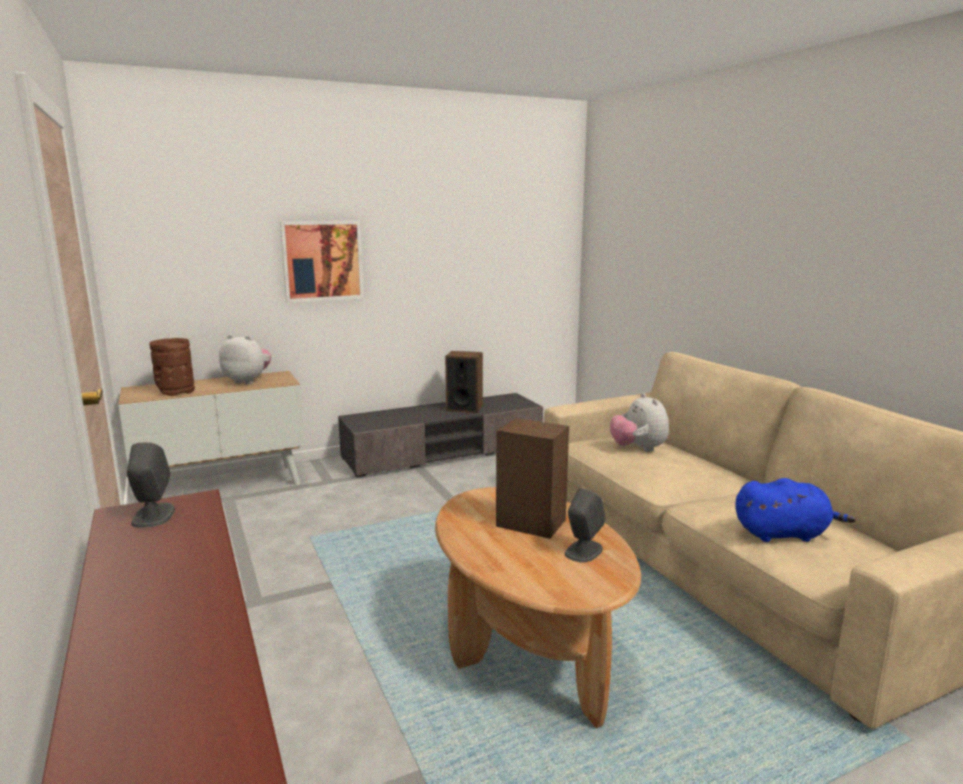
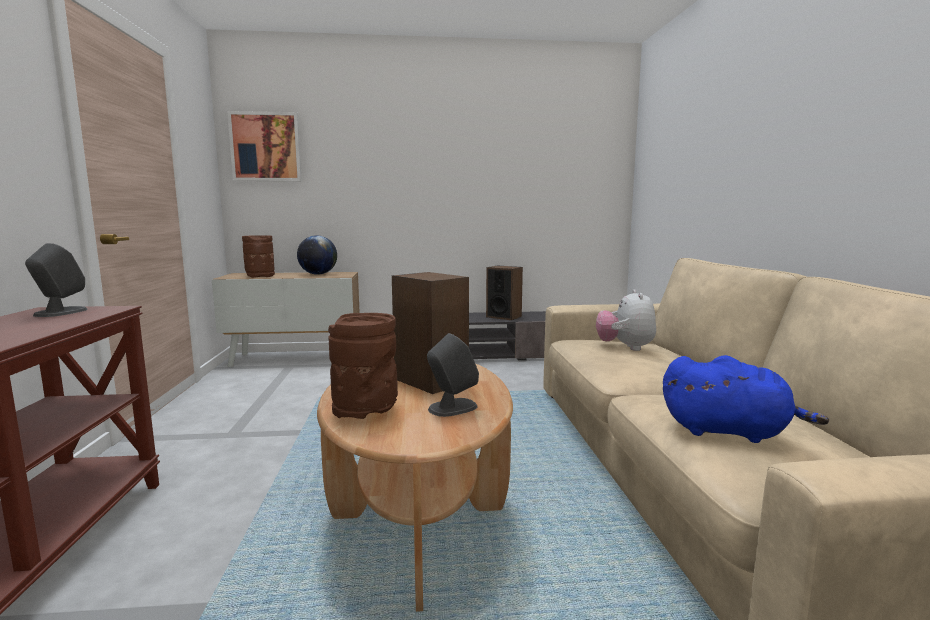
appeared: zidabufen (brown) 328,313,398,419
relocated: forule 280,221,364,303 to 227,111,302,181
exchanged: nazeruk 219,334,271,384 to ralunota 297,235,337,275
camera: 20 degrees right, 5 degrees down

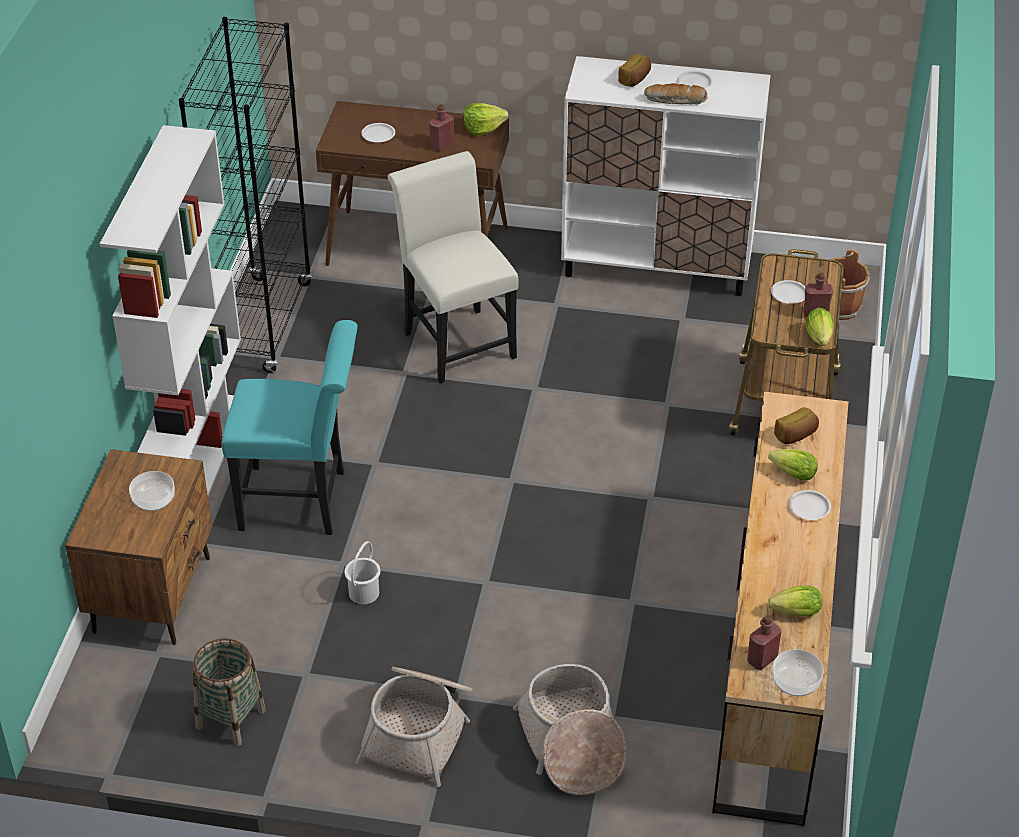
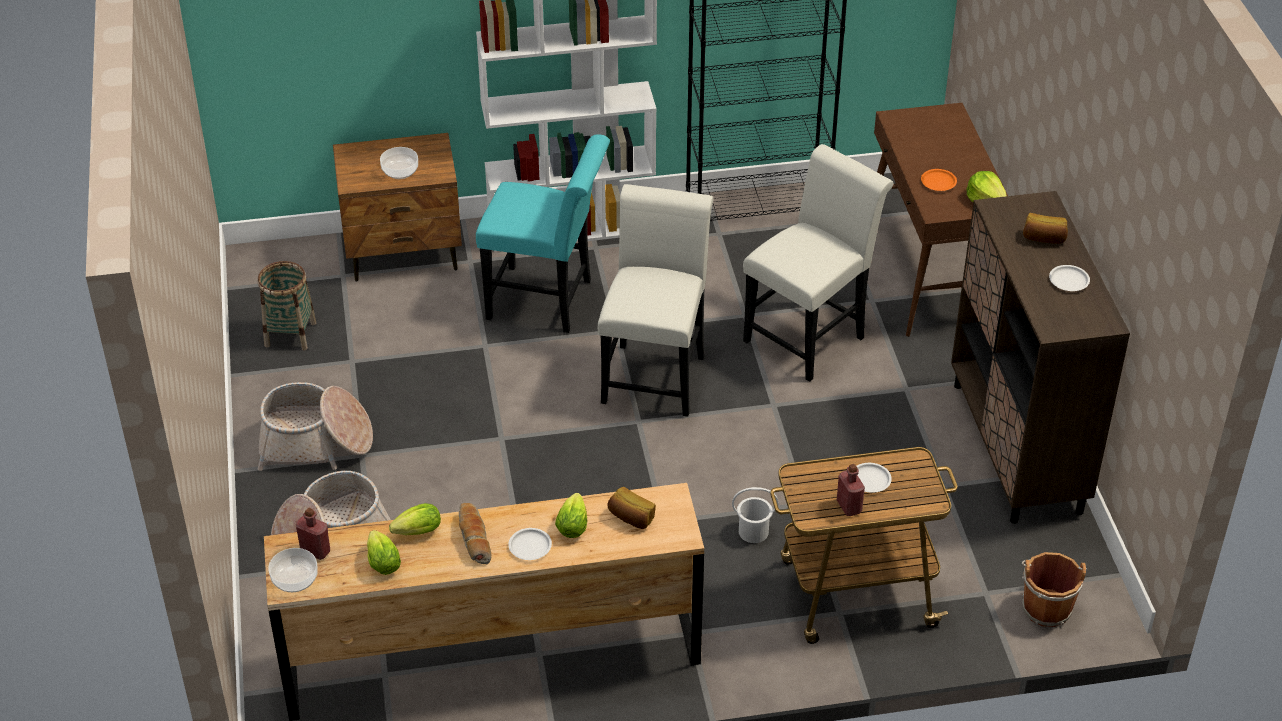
missing: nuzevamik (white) 361,123,395,142
appeared: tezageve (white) 598,184,713,417
relocated: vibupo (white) 344,541,381,604 to 732,487,779,543; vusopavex 644,83,708,105 to 459,503,491,564; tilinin 805,308,834,346 to 389,503,441,535
exchanged: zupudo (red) 429,104,454,151 to nuzevamik (orange) 921,169,957,191
colour: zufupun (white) 561,56,771,296 to zufupun (brown) 951,191,1130,524
spun: tezageve (turquoise) 222,320,358,535 = 476,134,610,333 60 degrees counterclockwise
camera: 70 degrees right, 0 degrees up

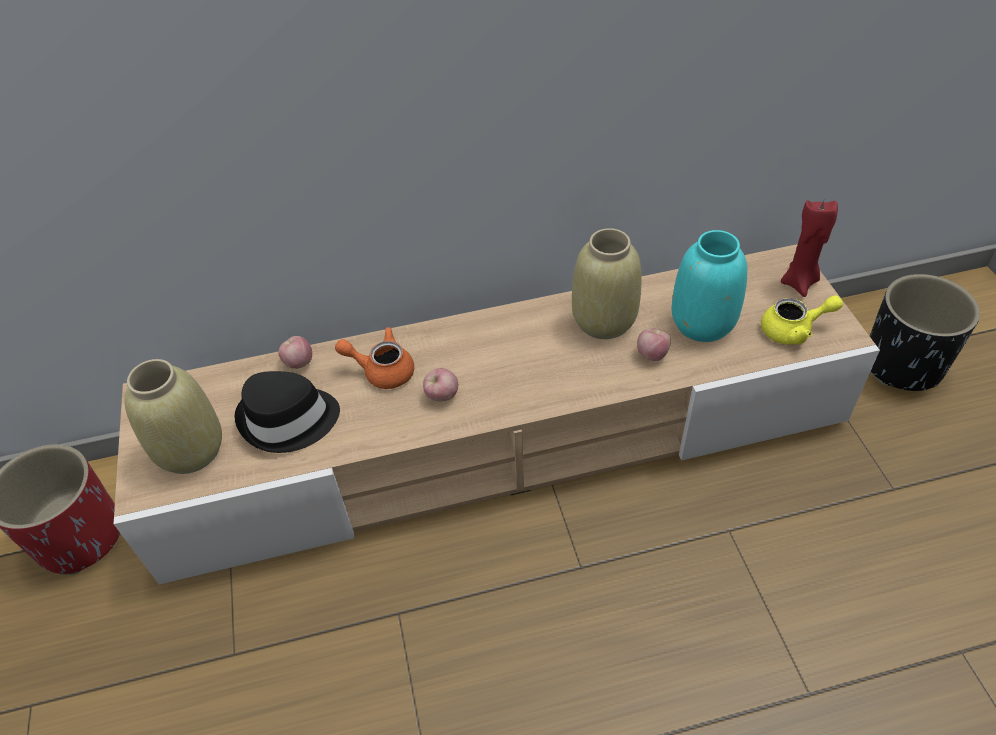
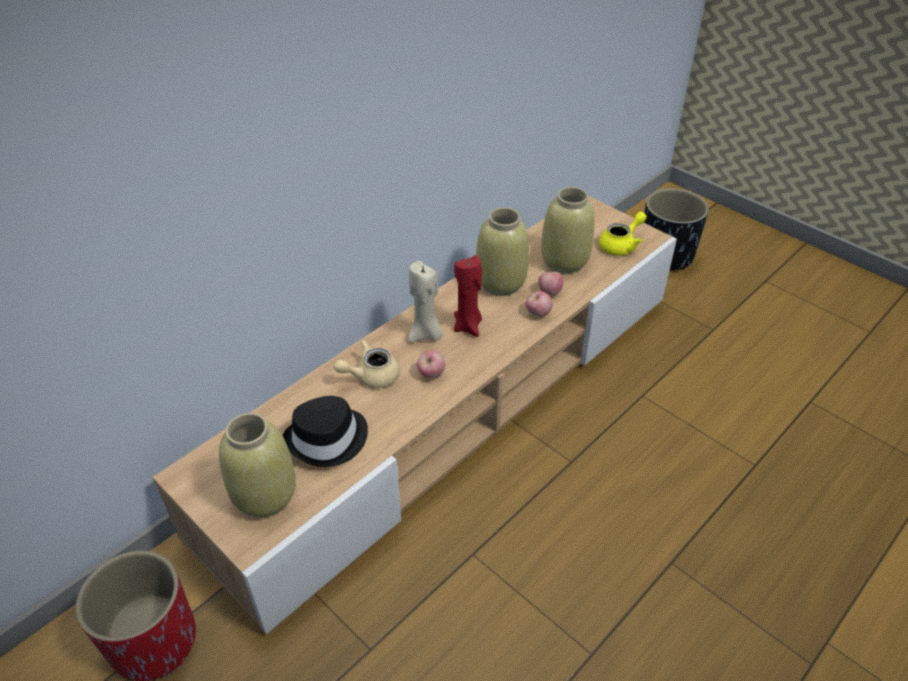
appeared: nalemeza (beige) 408,261,443,342
relocated: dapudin 278,336,312,369 to 526,291,553,317; nalemeza (red) 781,200,838,297 to 454,255,482,337
colour: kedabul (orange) 335,327,414,389 to kedabul (beige) 334,340,400,388; zidabufen (turquoise) 671,230,747,342 to zidabufen (beige) 541,187,595,273
camera: 35 degrees left, 5 degrees down

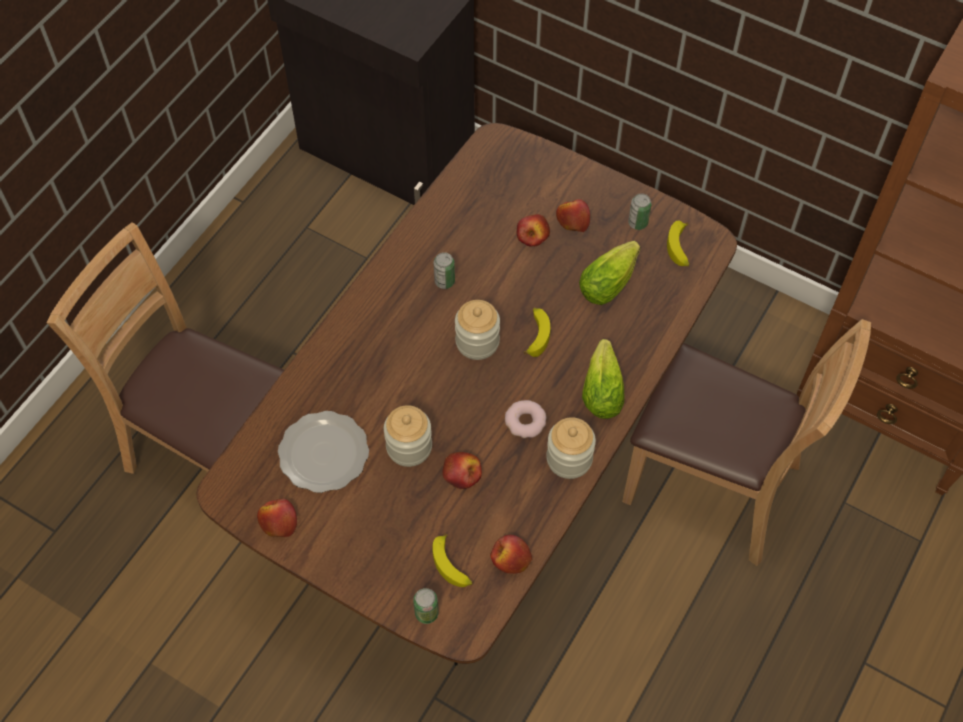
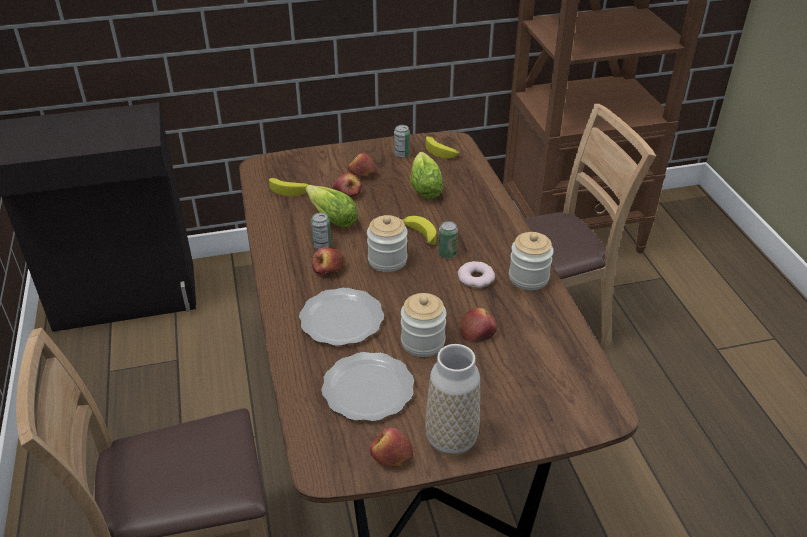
appeared: nuzevamik 299,288,384,346; zidabufen 425,344,480,456
relocated: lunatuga 413,588,439,624 to 438,221,458,259; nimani 432,533,472,587 to 269,177,309,196; dapudin 490,535,532,574 to 311,247,346,275; tilinin 582,339,625,419 to 306,185,359,227
camera: 45 degrees left, 20 degrees down

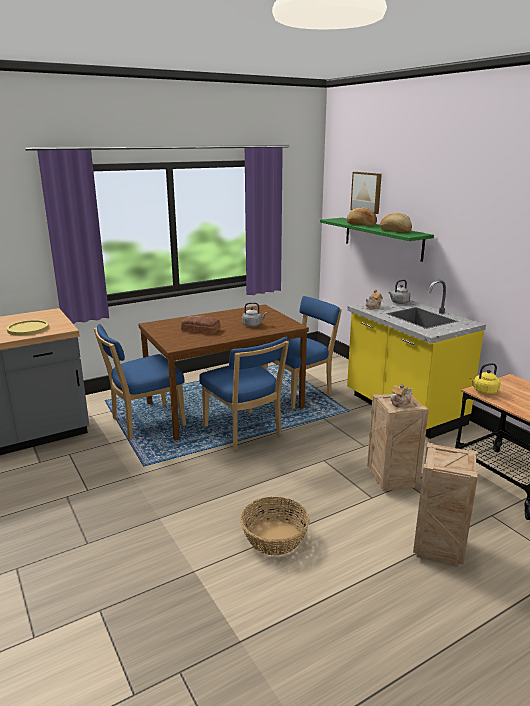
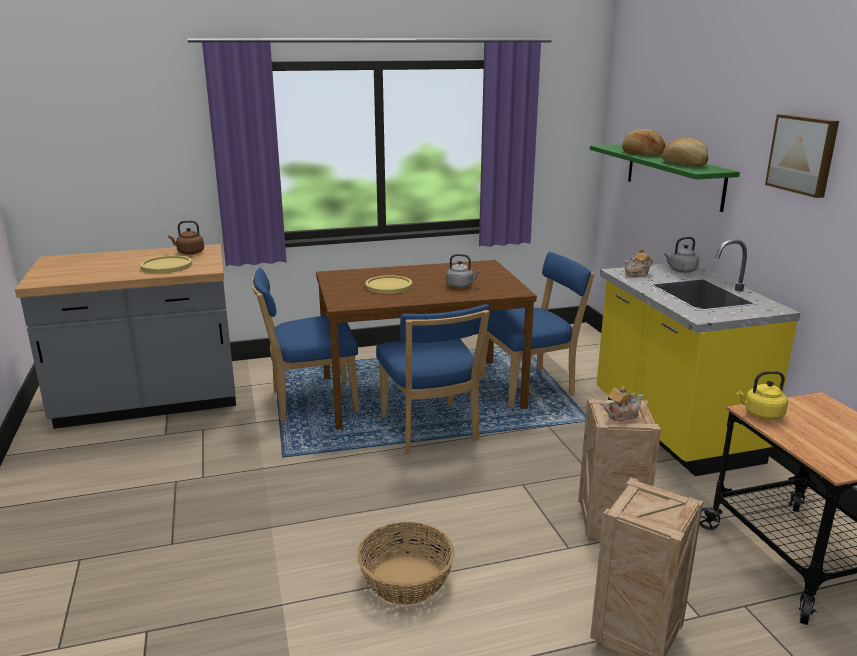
appeared: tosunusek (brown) 168,220,204,255
relocated: forule 350,172,382,214 to 765,114,839,198
exchanged: vusopavex 181,315,221,334 to nuzevamik (yellow) 365,275,412,294
camera: 15 degrees right, 0 degrees up

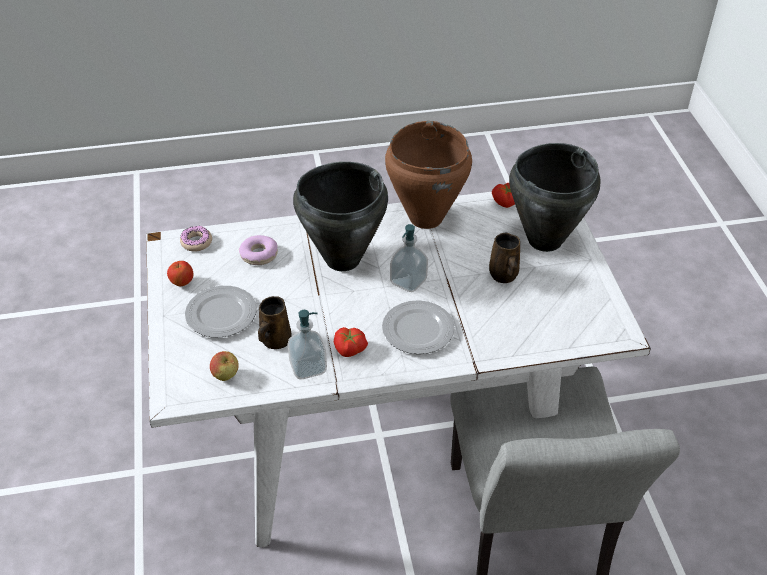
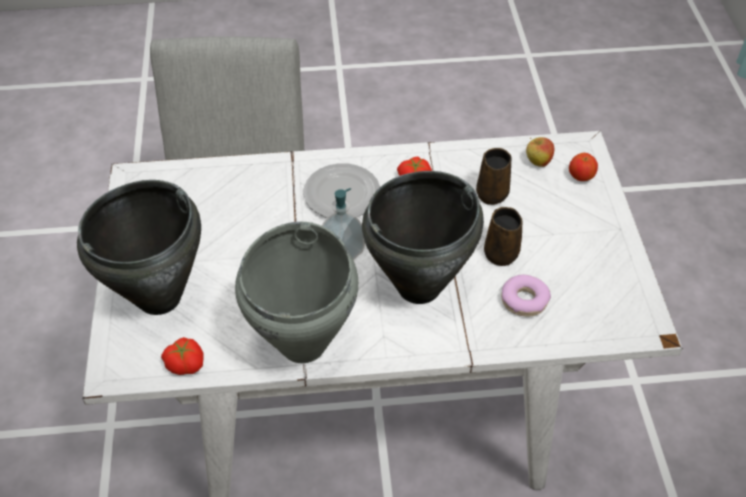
missing: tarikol 180,226,212,252; nuzevamik 185,286,257,338; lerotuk 288,310,327,379
relocated: dapudin 167,261,193,287 to 569,153,598,181; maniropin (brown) 489,233,520,283 to 484,207,523,266
colour: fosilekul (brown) 385,121,472,229 to fosilekul (grey) 235,222,358,363
camera: 175 degrees left, 5 degrees up

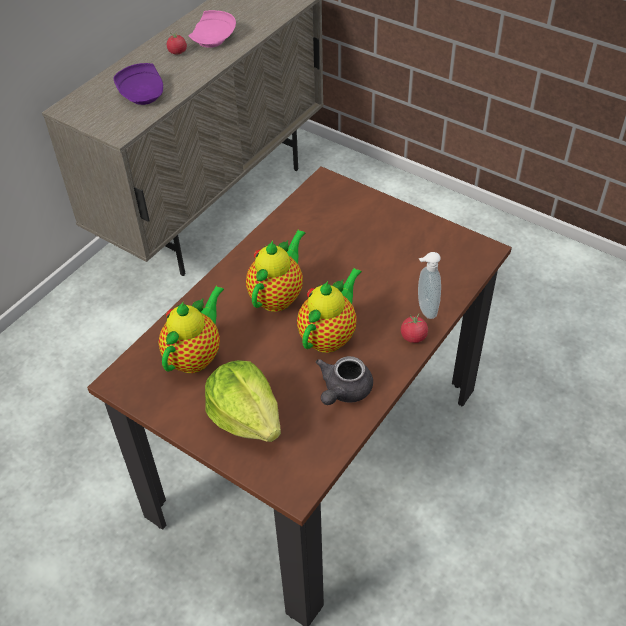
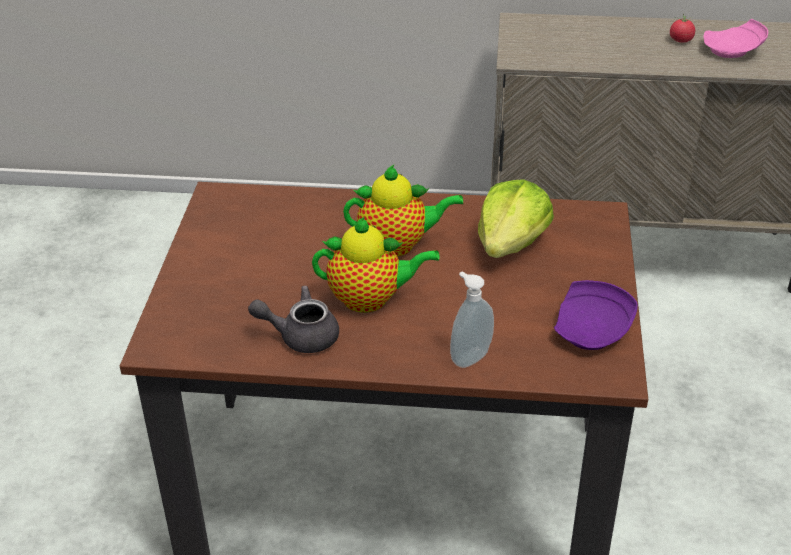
missing: kedabul 158,286,224,373; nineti 401,314,428,343
relocated: nuzevamik (purple) 113,63,163,105 to 554,280,638,350; tilinin 205,360,281,442 to 478,179,554,258
camera: 60 degrees right, 10 degrees down

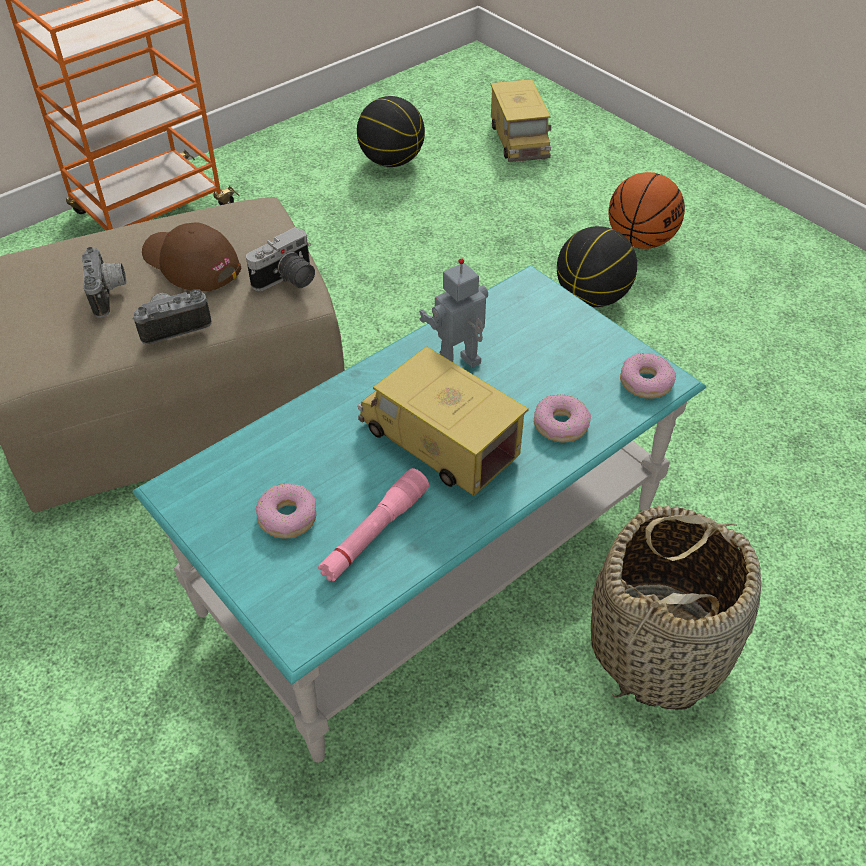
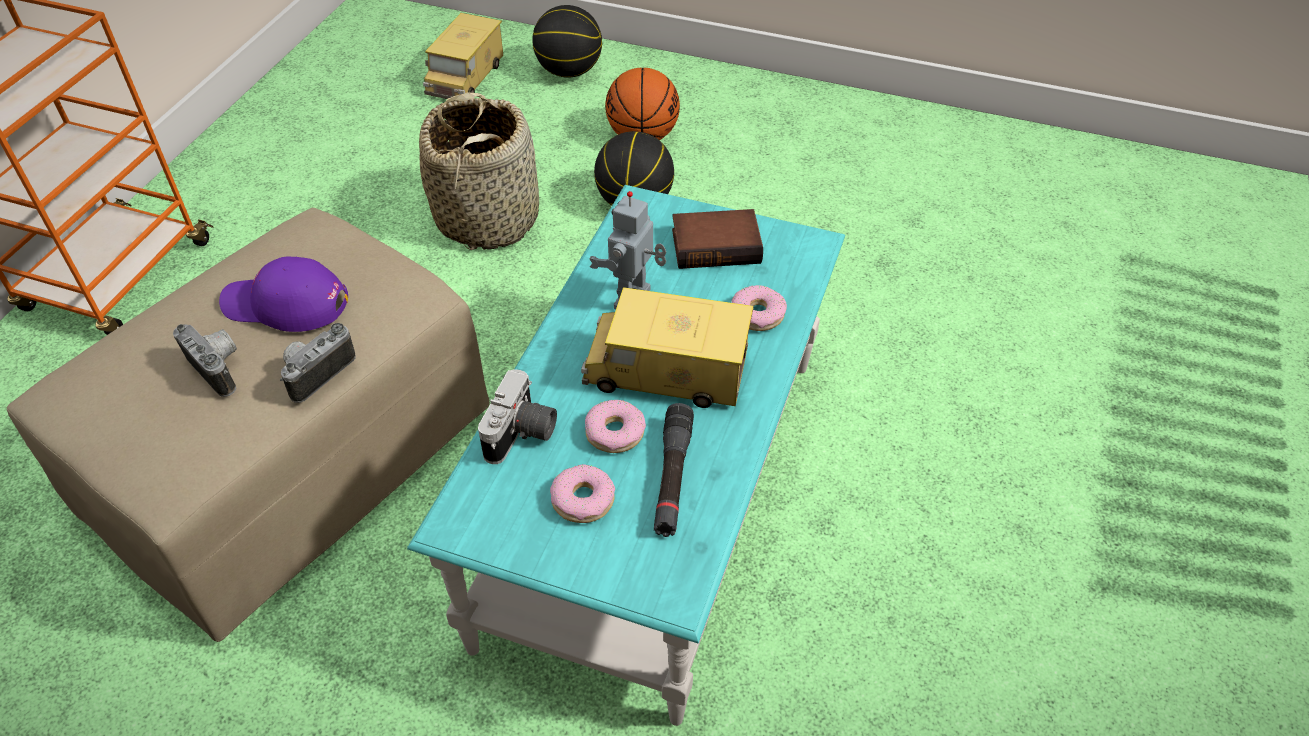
appeared: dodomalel 672,209,763,269
relocated: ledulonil 246,227,315,291 to 478,369,557,464; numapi 357,96,425,167 to 532,5,602,78; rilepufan 591,506,761,710 to 419,92,539,250; tarikol 620,353,676,399 to 585,400,646,453
colour: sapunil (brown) 142,222,241,291 to sapunil (purple) 219,257,348,332; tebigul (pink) 318,468,429,581 to tebigul (black) 654,403,694,537
spun: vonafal 490,79,551,162 = 423,13,503,99 60 degrees clockwise
camera: 30 degrees left, 0 degrees up

